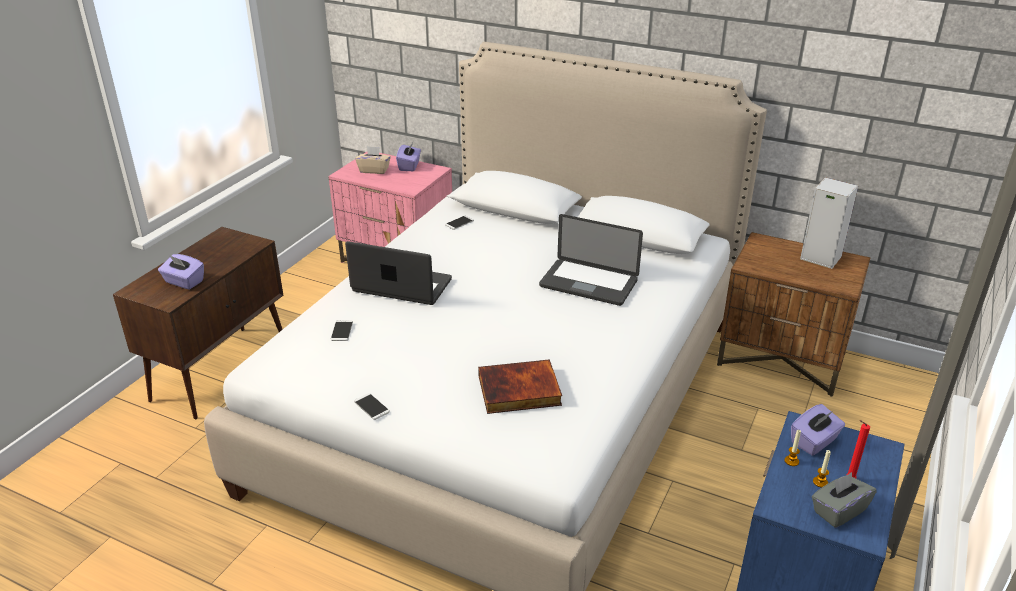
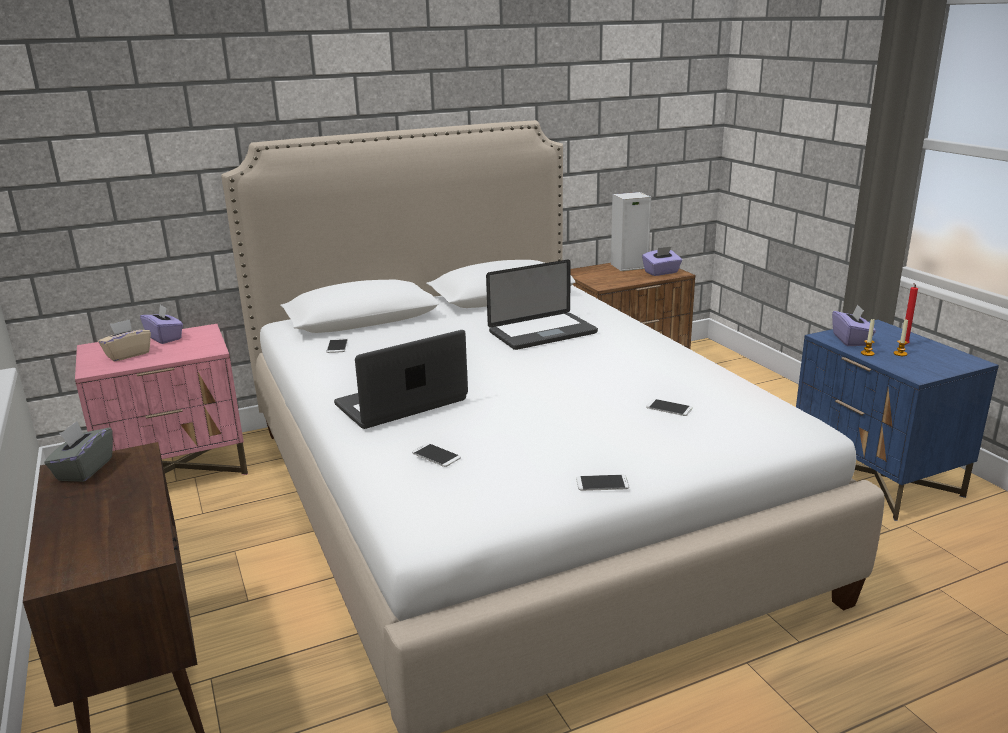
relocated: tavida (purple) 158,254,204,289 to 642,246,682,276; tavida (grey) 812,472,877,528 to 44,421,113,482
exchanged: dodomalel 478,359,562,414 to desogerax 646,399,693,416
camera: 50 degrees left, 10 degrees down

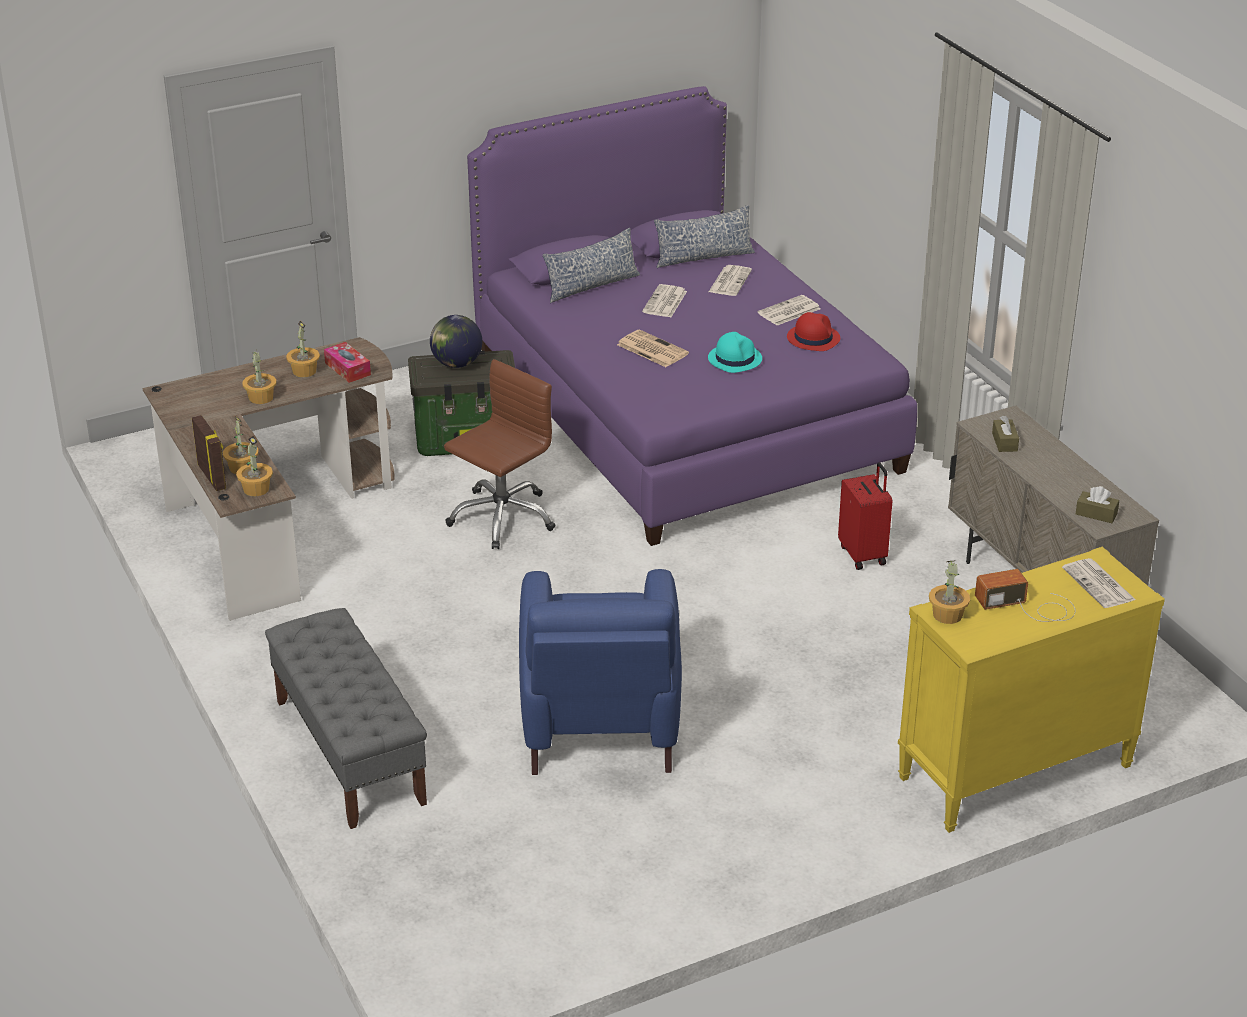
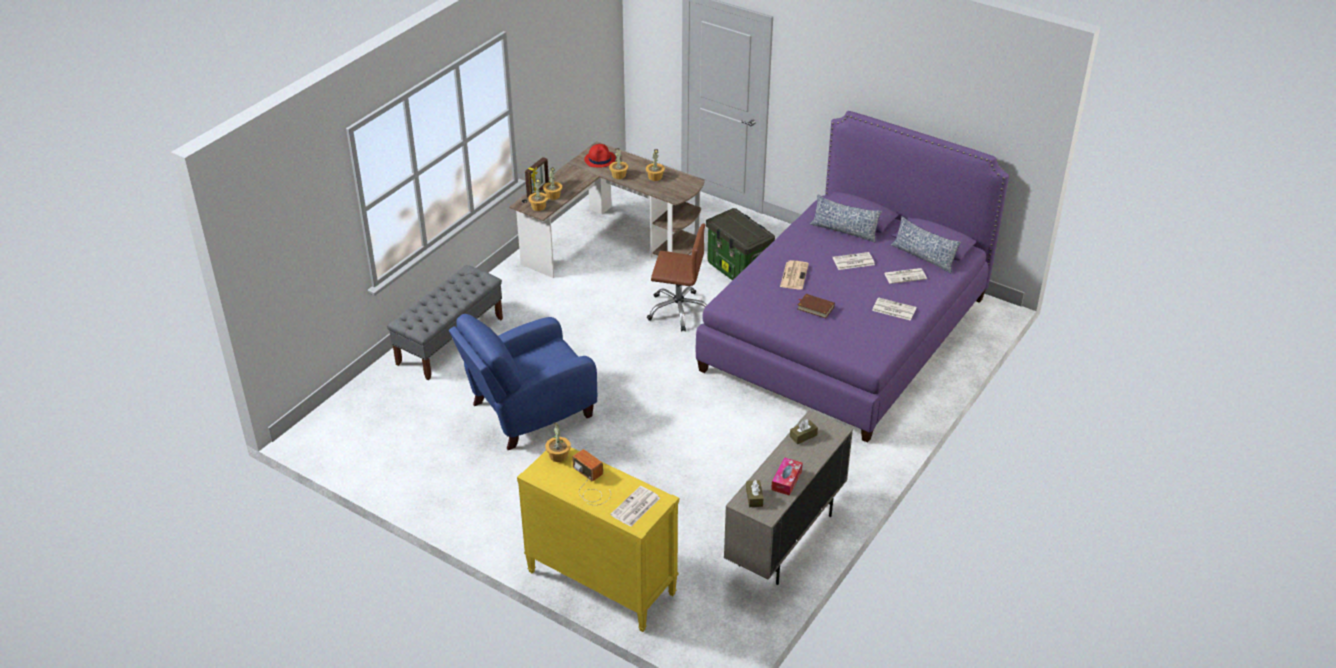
missing: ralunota 430,315,482,368; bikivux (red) 838,462,892,570
relocated: tavida 324,342,371,383 to 771,457,803,496; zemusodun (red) 787,312,840,351 to 584,144,616,168
exchanged: zemusodun (turquoise) 708,332,762,373 to dodomalel (brown) 798,294,835,318
camera: 60 degrees right, 5 degrees up

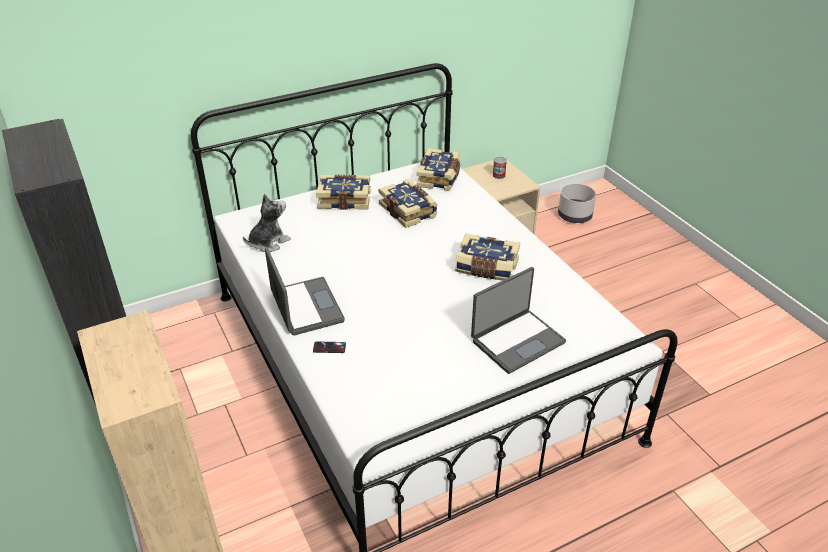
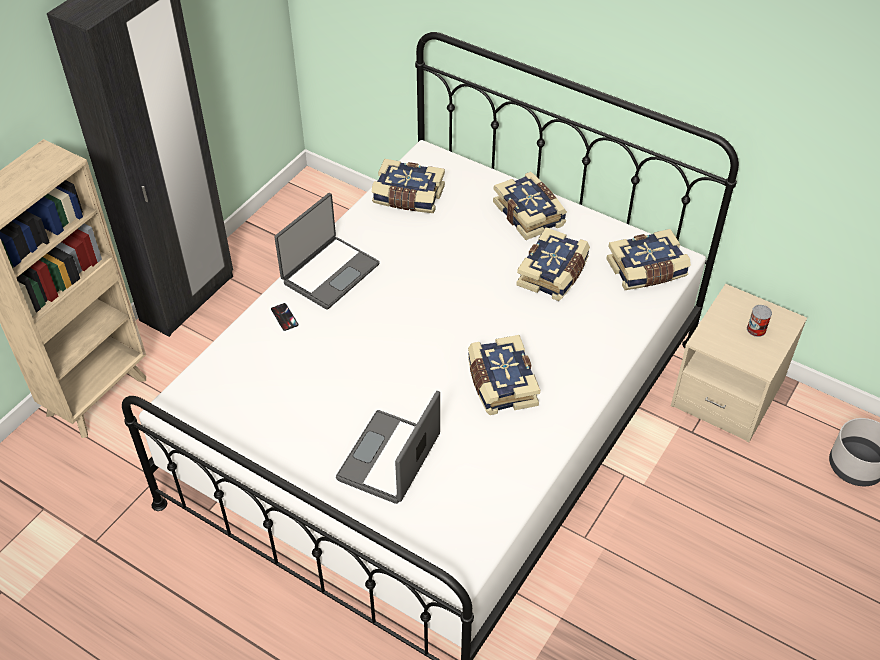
exchanged: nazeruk 243,194,291,252 to dodomalel 372,159,445,213
spun: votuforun 471,267,566,374 = 336,391,440,504 90 degrees clockwise
camera: 60 degrees right, 10 degrees up

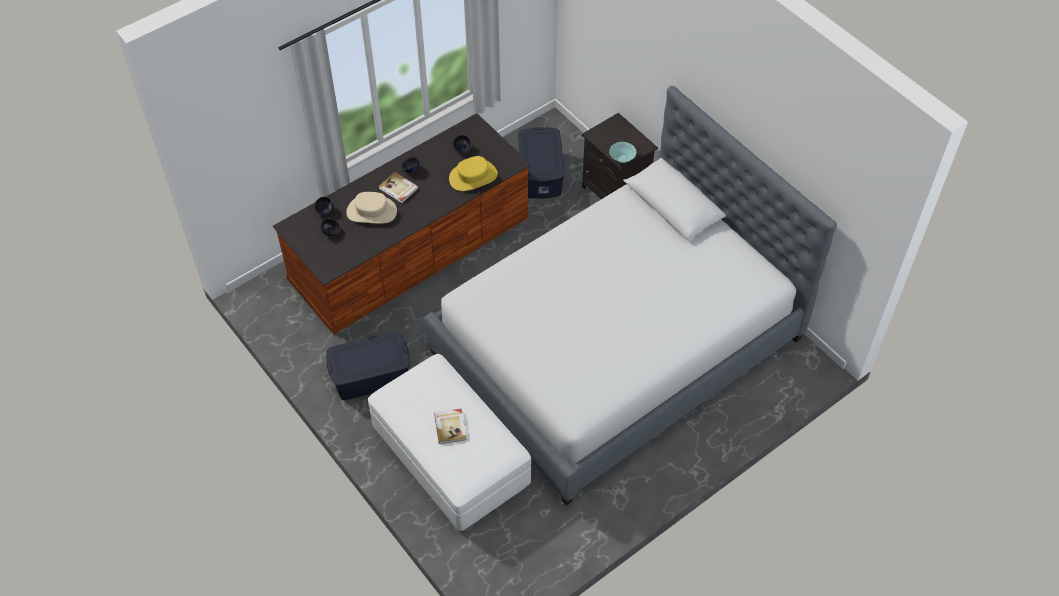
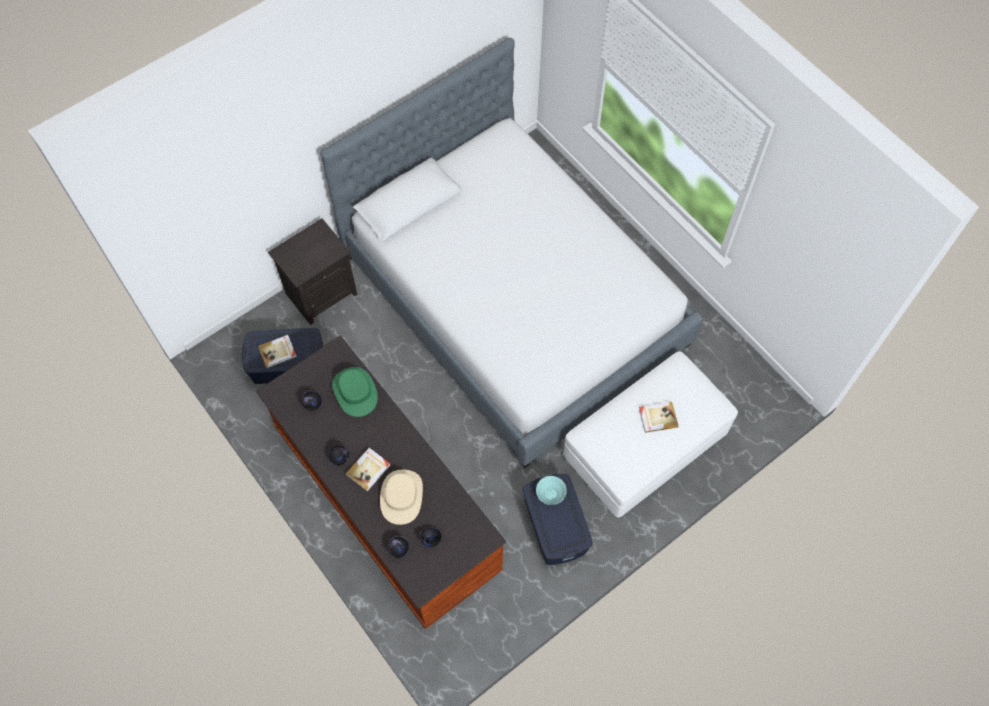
appeared: dodomalel 258,335,297,368
relocated: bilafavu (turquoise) 609,142,637,163 to 536,476,567,505
colour: zemusodun (yellow) 449,156,498,191 to zemusodun (green) 332,367,378,417
camera: 90 degrees left, 10 degrees up

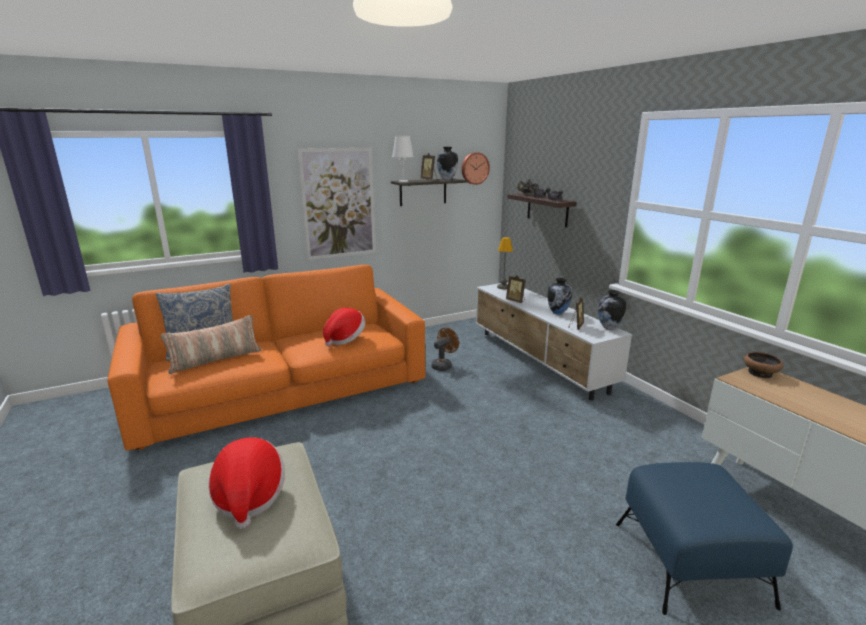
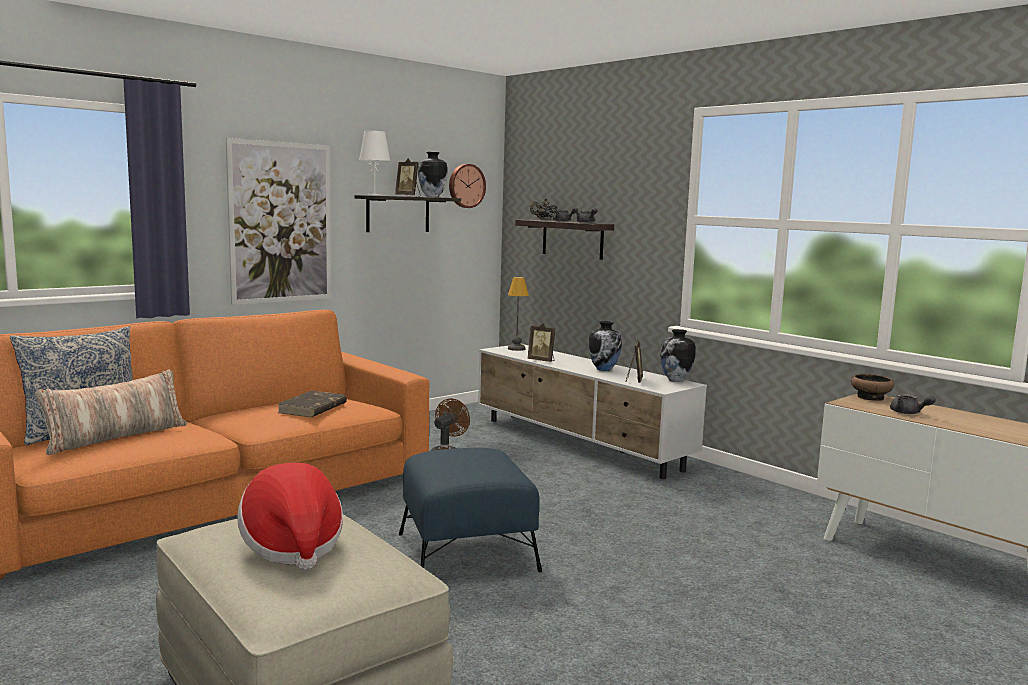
appeared: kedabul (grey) 890,394,936,414
relocated: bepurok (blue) 616,462,793,615 to 399,448,542,572
exchanged: zemusodun 323,308,365,346 to dodomalel (brown) 278,391,347,417
camera: 15 degrees left, 10 degrees down

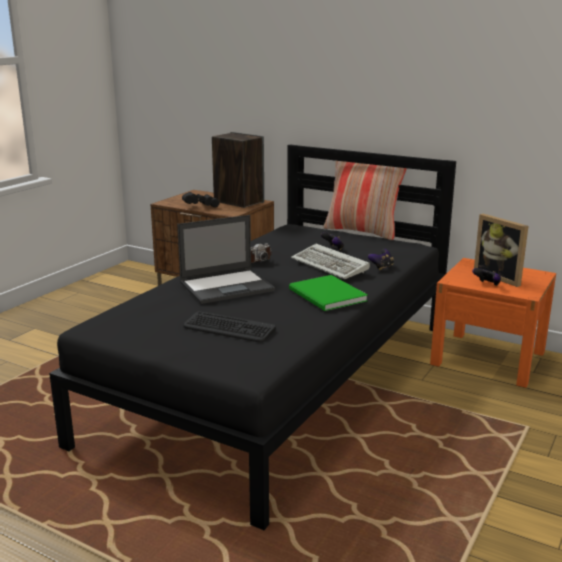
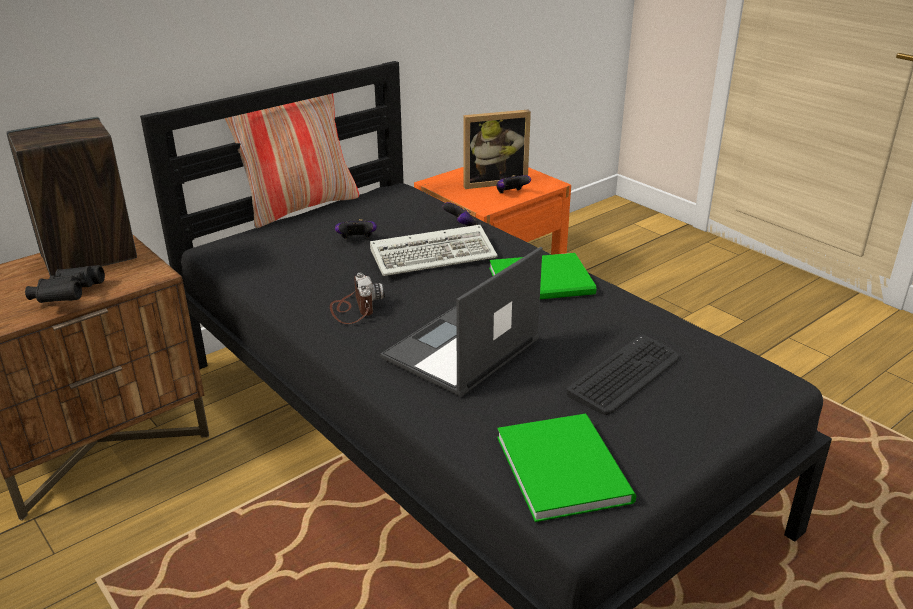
appeared: dodomalel (green) 497,414,636,522
spun: votuforun 177,215,275,304 = 380,247,542,397 135 degrees counterclockwise
camera: 70 degrees left, 10 degrees up

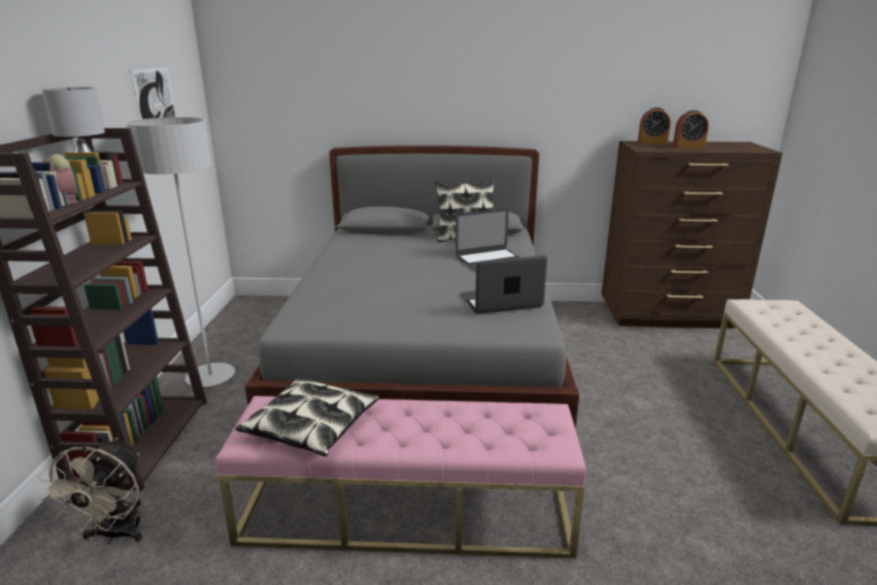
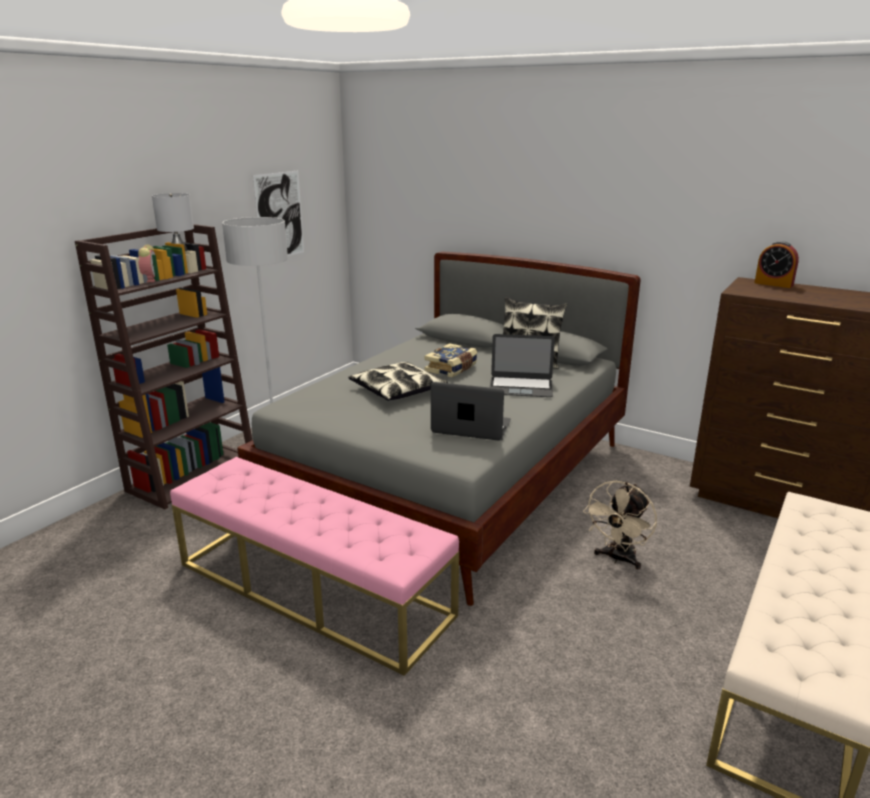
missing: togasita 673,110,709,148
appeared: dodomalel 425,343,477,378
relocated: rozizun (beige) 39,438,142,544 to 583,481,657,569; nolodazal 235,377,379,457 to 348,362,448,401
camera: 30 degrees right, 0 degrees up

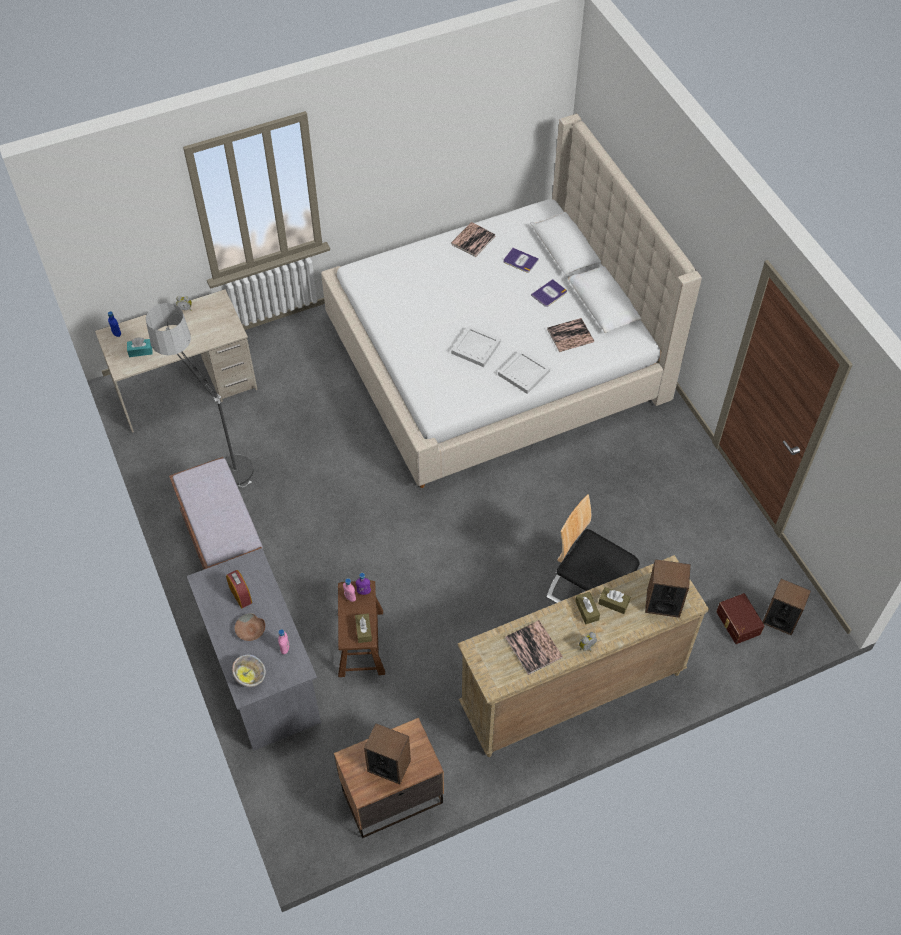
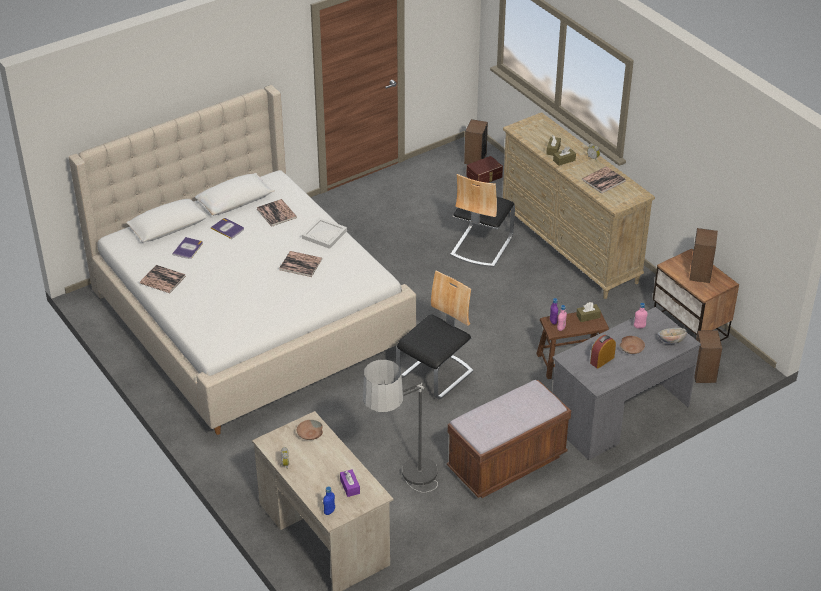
appeared: bilafavu (brown) 297,420,323,440; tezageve 396,271,474,399
relocated: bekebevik 645,559,691,618 to 694,330,722,383
exchanged: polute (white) 451,326,501,367 to dodomalel 279,251,322,277
colour: tavida (turquoise) 127,337,153,357 to tavida (purple) 340,469,360,497
camera: 100 degrees left, 15 degrees down

